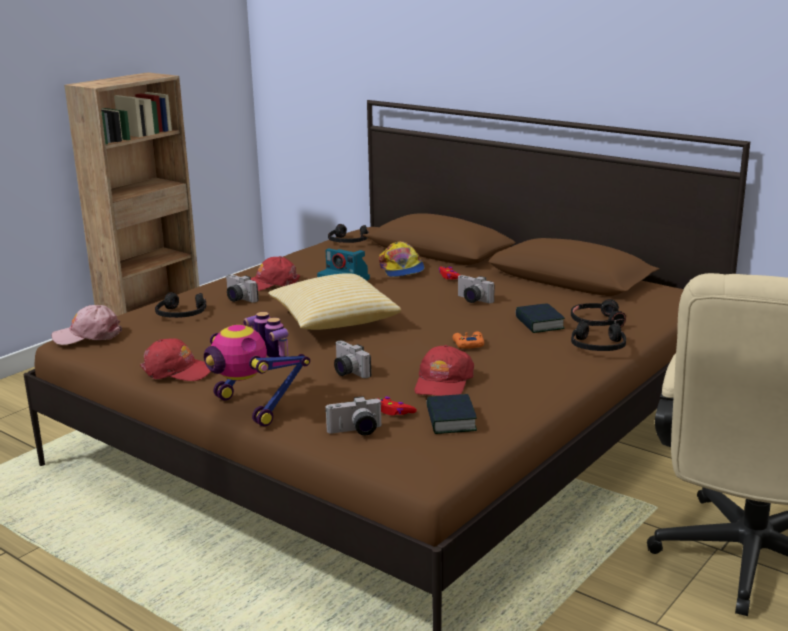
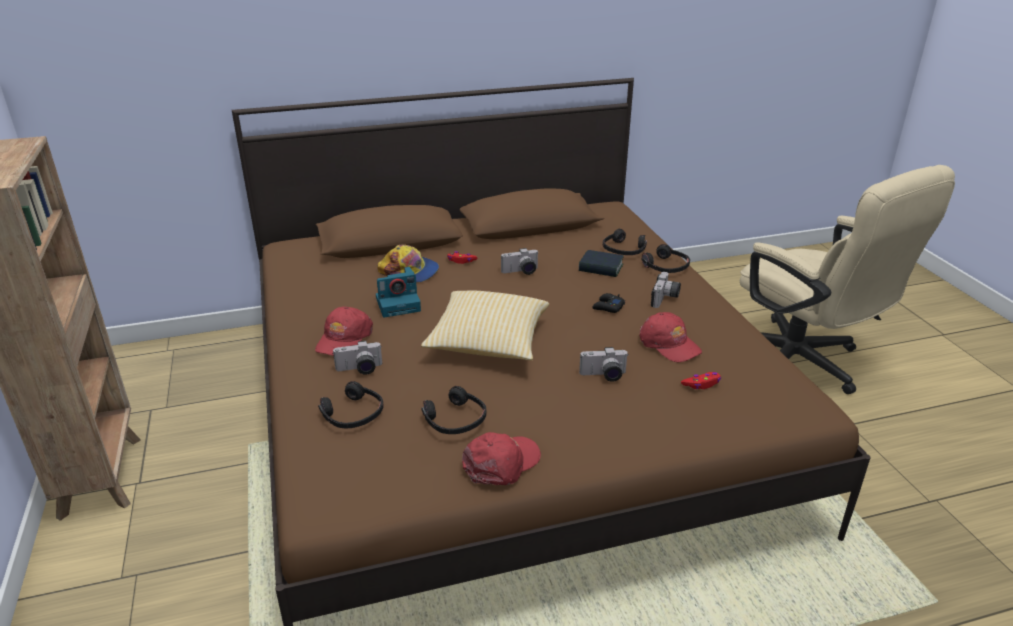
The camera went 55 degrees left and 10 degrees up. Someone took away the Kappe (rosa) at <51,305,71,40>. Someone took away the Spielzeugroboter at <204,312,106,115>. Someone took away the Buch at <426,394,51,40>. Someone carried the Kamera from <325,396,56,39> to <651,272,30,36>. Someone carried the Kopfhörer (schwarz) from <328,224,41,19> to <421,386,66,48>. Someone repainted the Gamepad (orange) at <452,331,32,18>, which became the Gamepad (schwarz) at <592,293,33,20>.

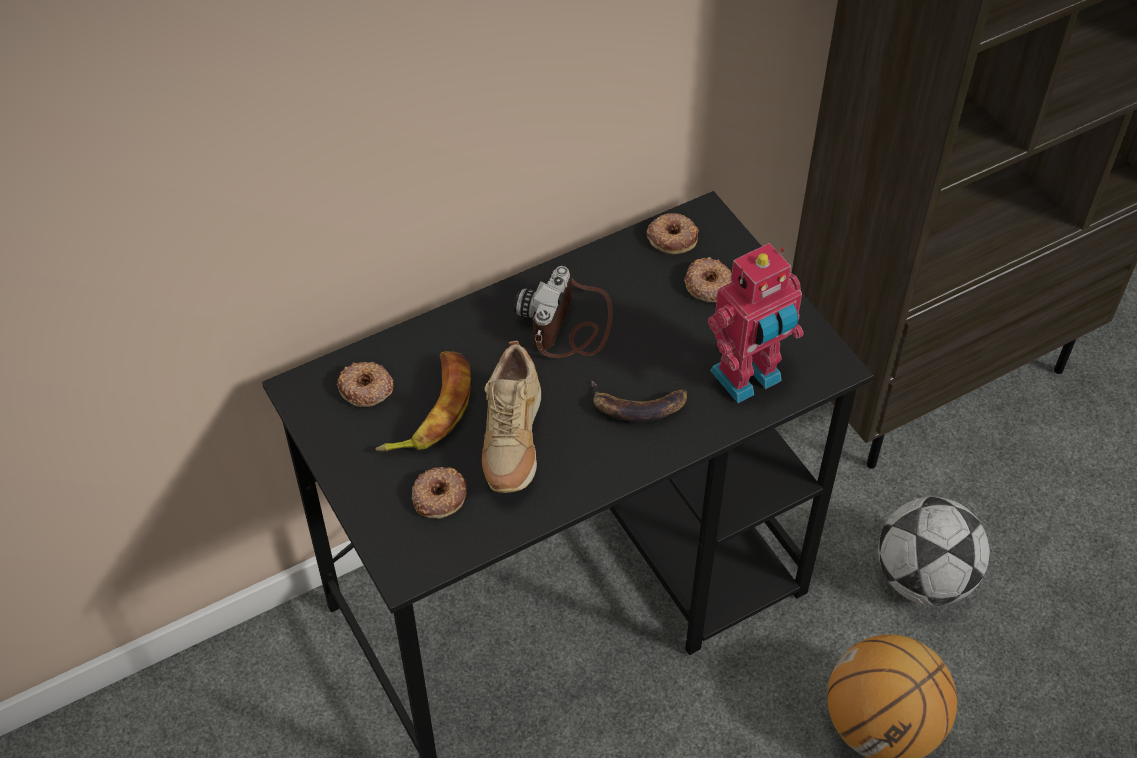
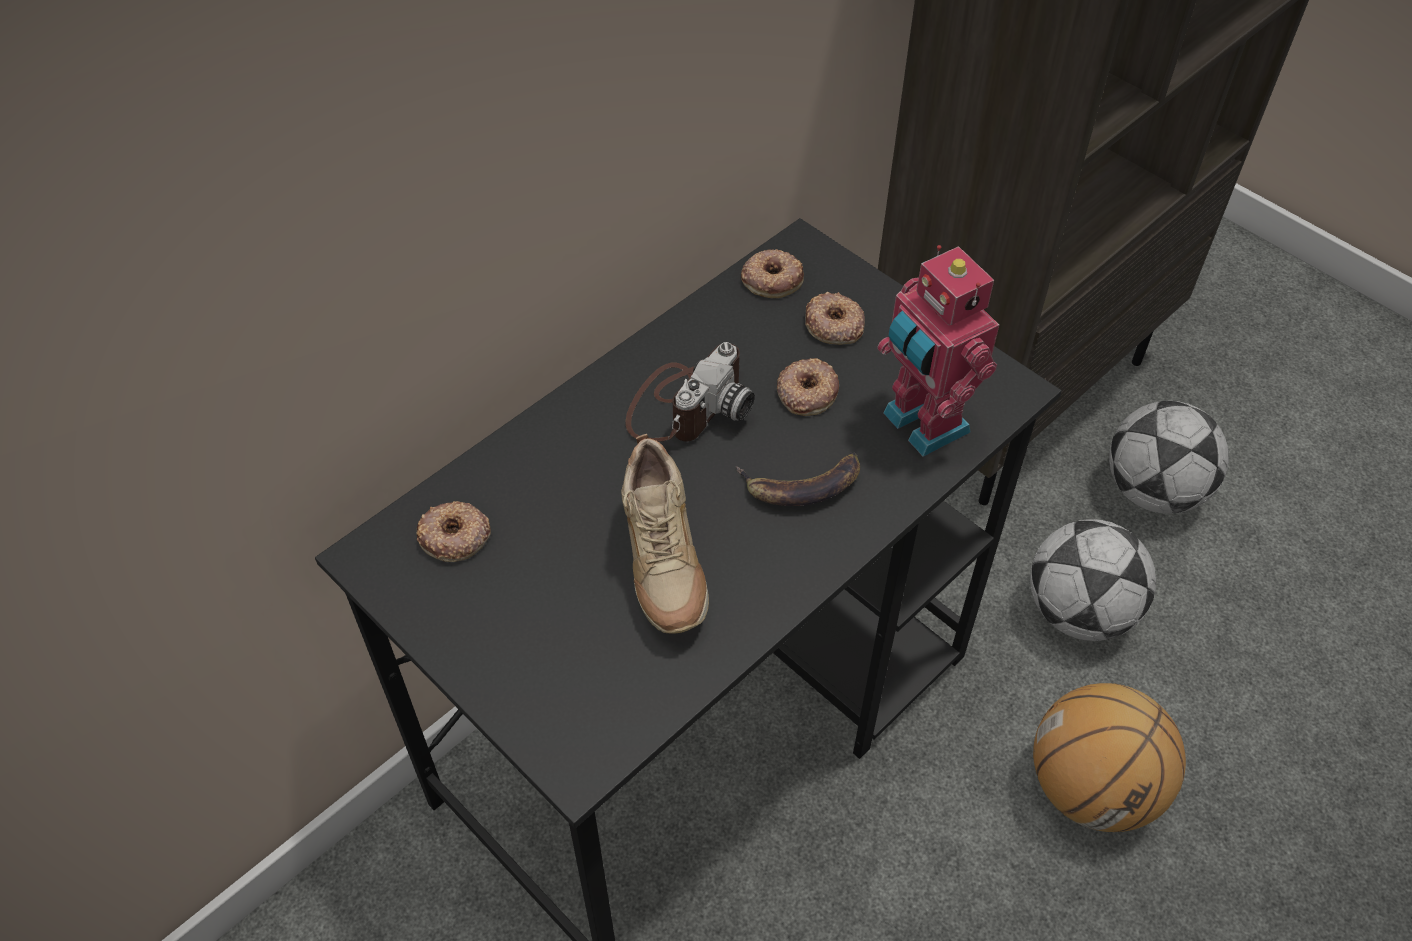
The camera went 15 degrees left and 0 degrees up. Someone took away the Banane at <375,351,96,100>. Someone put down the Fußball at <1109,401,120,113>. Someone carried the Donut from <412,467,55,52> to <777,358,62,58>. Someone rotated the Kamera at <514,266,99,92> by 150 degrees counterclockwise. Someone rotated the Spielzeugroboter at <708,243,95,160> by 105 degrees clockwise.

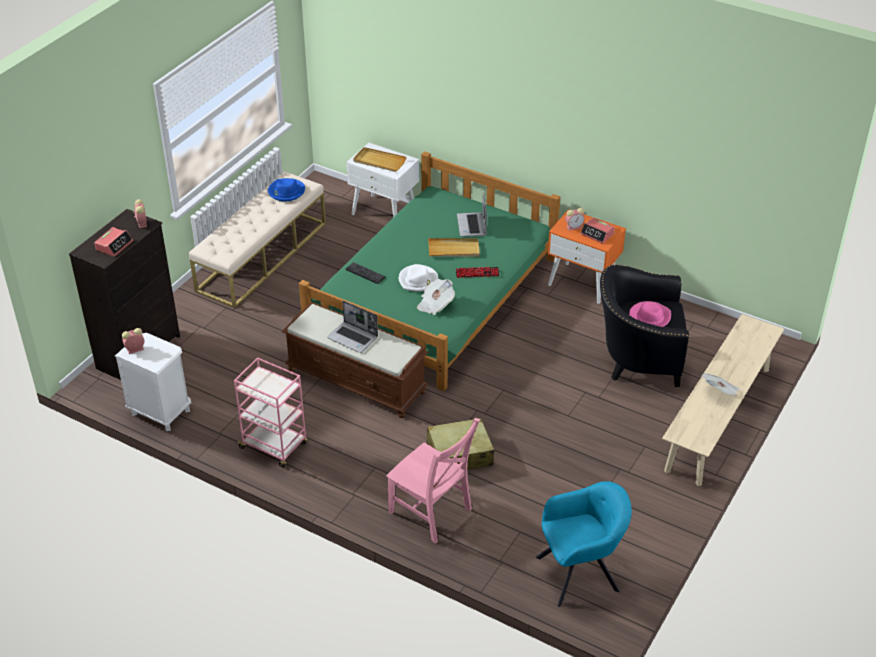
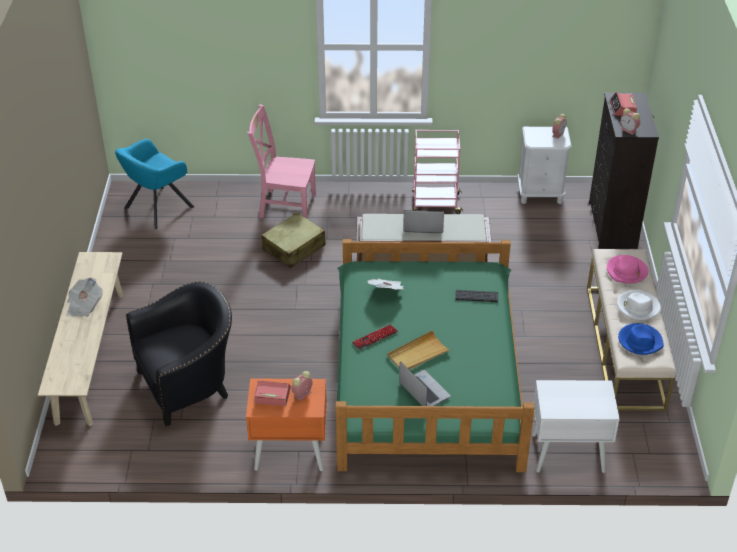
The camera went 150 degrees right and 0 degrees up. Someone took away the Tablett (beige) at <353,147,53,25>. Someone carried the Hut (weiß) from <399,264,39,28> to <617,289,44,31>. Someone carried the Hut (rosa) from <629,301,42,26> to <607,255,41,29>.

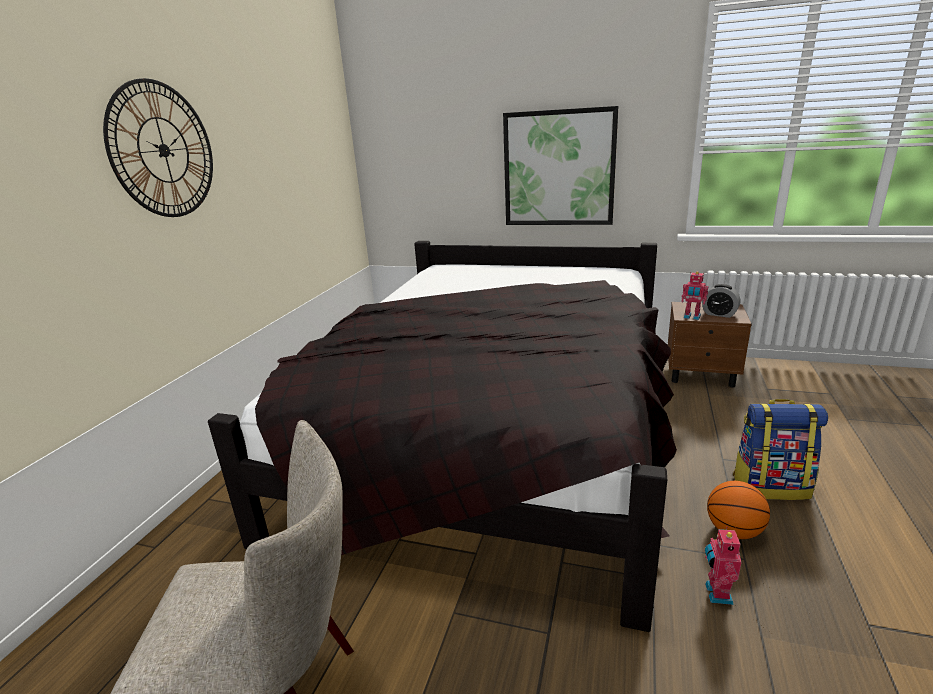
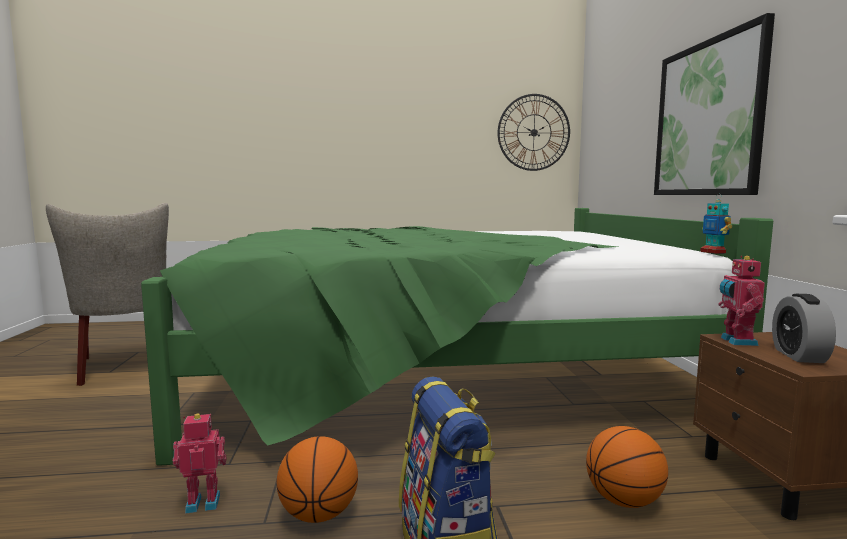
The camera went 65 degrees right and 15 degrees down. Someone put down the Basketball at <586,426,82,82>. Someone put down the Spielzeugroboter at <700,194,32,60>. Someone carried the Wanduhr from <103,78,110,139> to <498,94,72,77>. Someone repainted the Bett (schwarz) at <208,241,469,391>, which became the Bett (grün) at <141,208,632,258>.

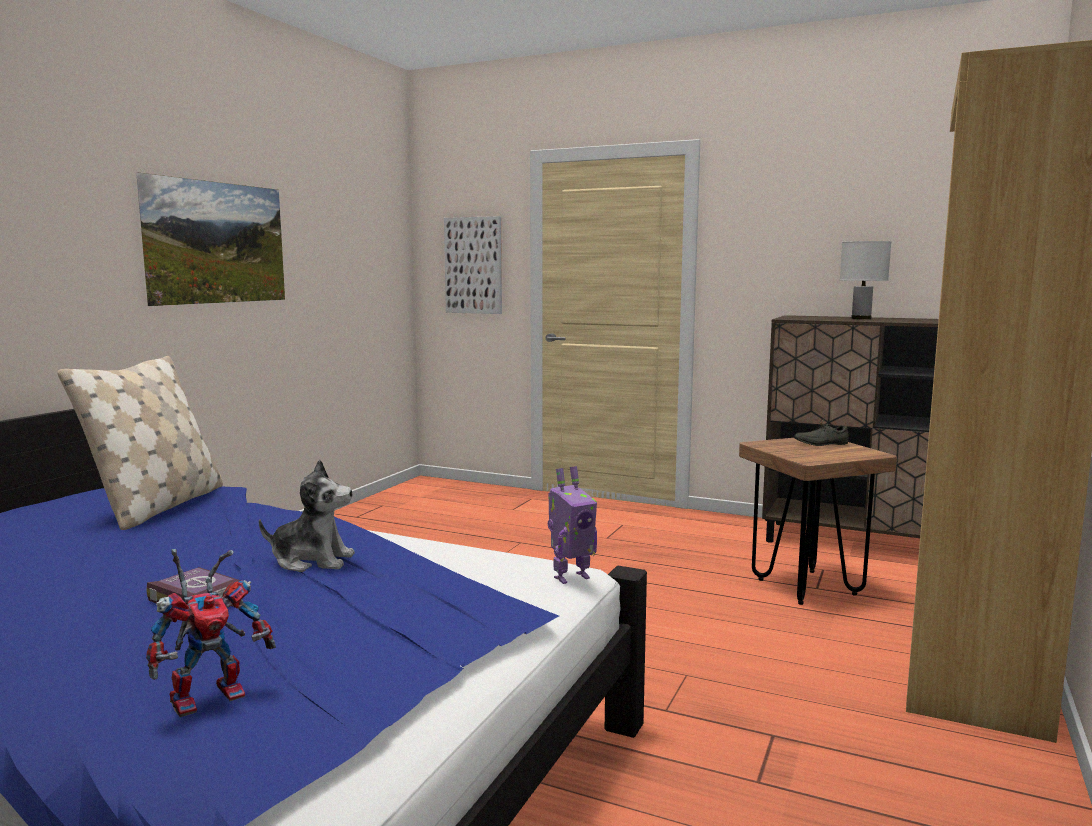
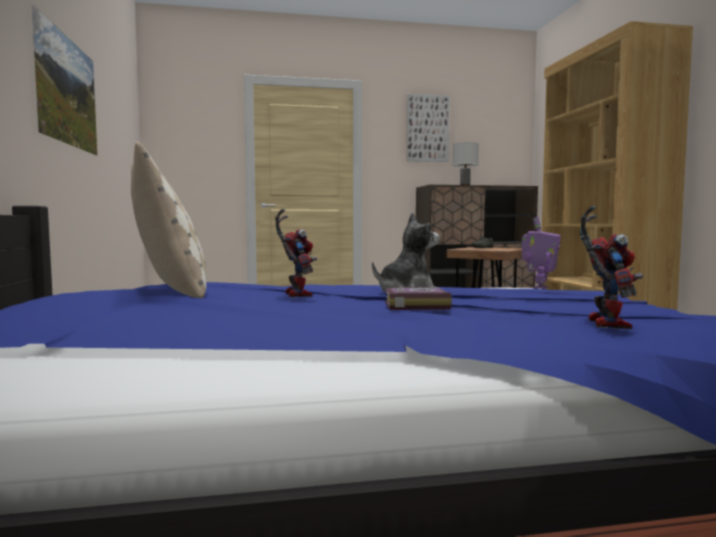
The camera went 35 degrees left and 5 degrees down. Someone put down the Spielzeugroboter at <275,209,42,88>. Someone carried the Bild from <444,216,58,98> to <406,94,44,68>.

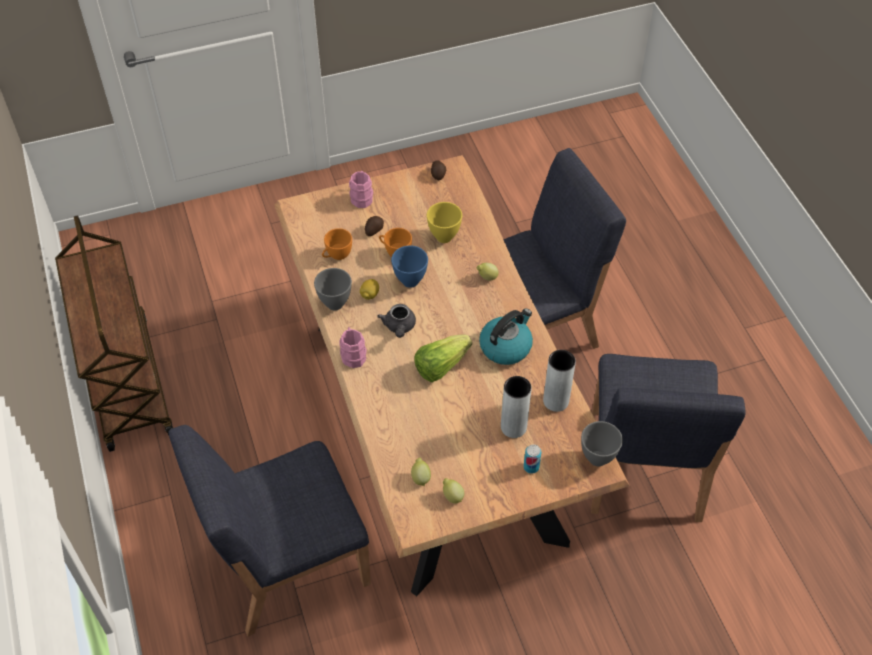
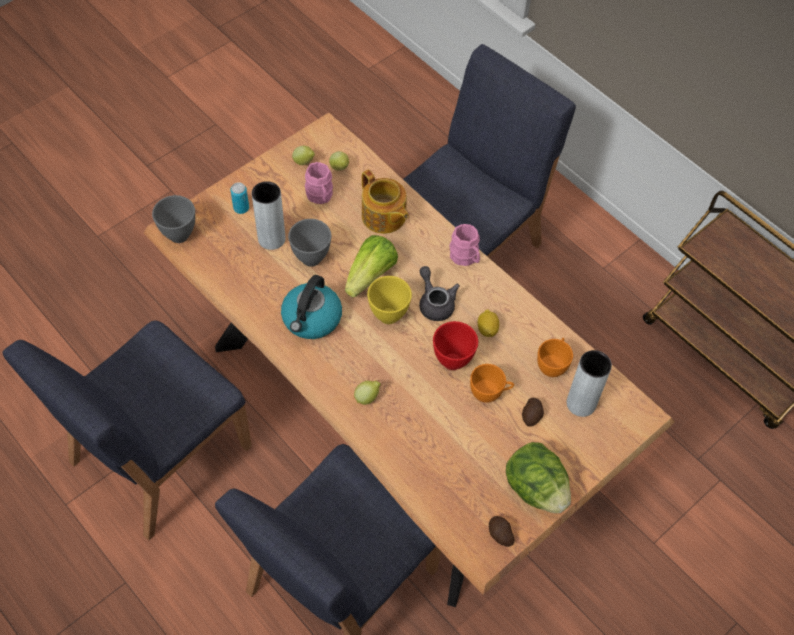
The camera went 155 degrees right and 5 degrees up. Someone put down the Teekanne at <362,170,47,64>. Someone put down the Salatkopf at <506,442,65,71>. Someone carried the Schüssel (grau) from <314,268,38,42> to <288,219,43,48>. Someone carried the Henkelbecher (rosa) from <349,171,24,37> to <305,162,28,42>. Someone carried the Schüssel (gelb) from <427,202,35,41> to <367,276,45,48>. Someone carried the Vase (grau) from <543,350,33,62> to <567,350,45,67>. Someone repainted the Schüssel (blau) at <391,245,37,43>, which became the Schüssel (rot) at <433,321,45,49>. Someone rotated the Stuhl (blau) at <591,354,155,168> by 120 degrees counterclockwise.

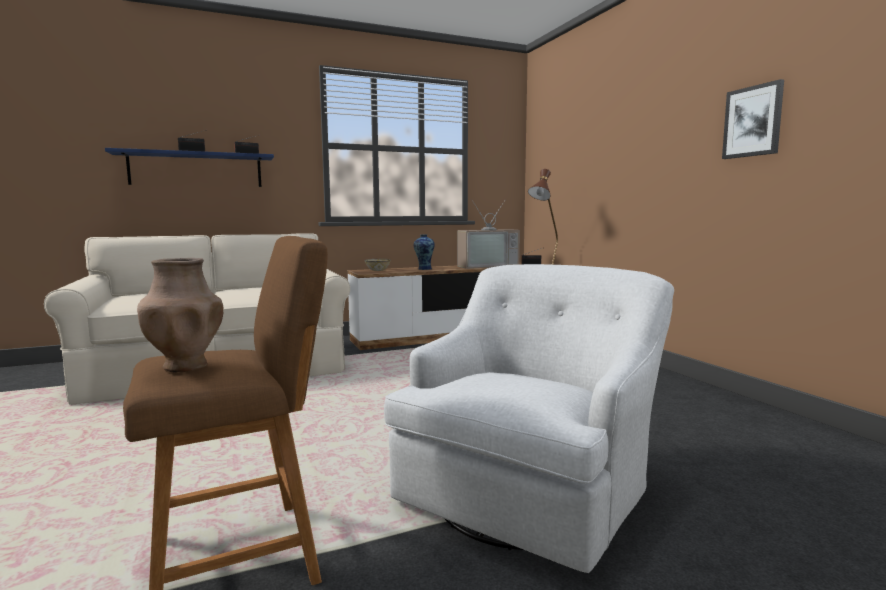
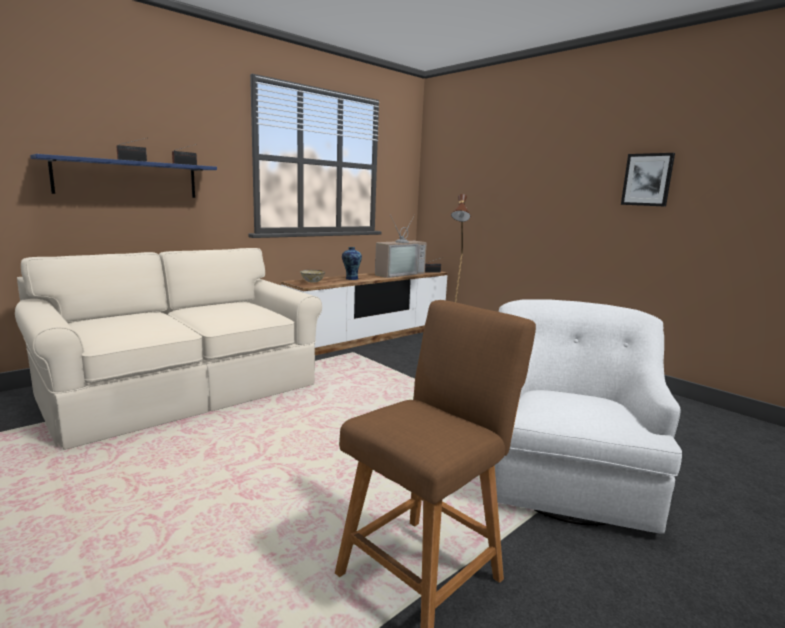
The camera went 20 degrees left and 5 degrees up. Someone took away the Vase (braun) at <137,258,87,114>.

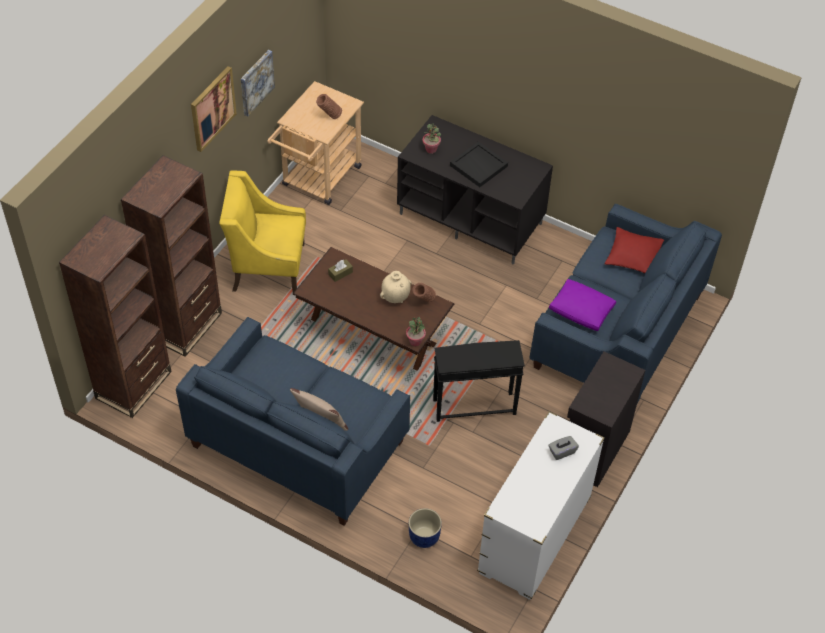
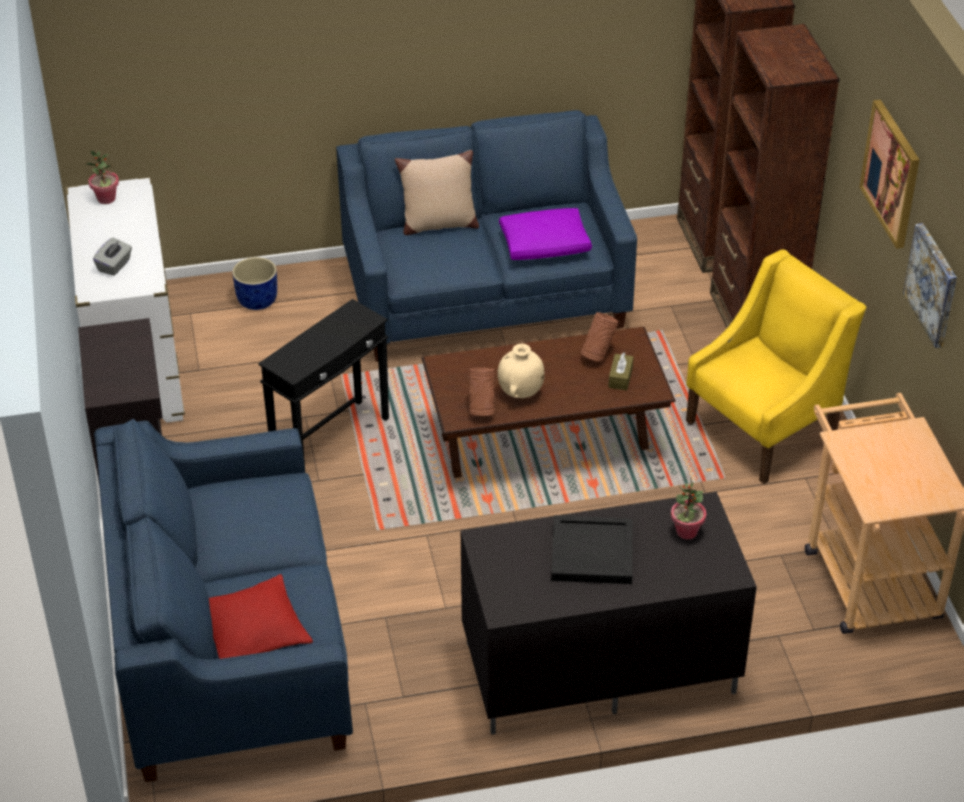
The camera went 140 degrees right and 10 degrees down. Someone carried the Vase (braun) from <316,94,26,25> to <581,312,37,50>. Someone carried the Topfpflanze from <406,317,20,29> to <86,150,33,54>. Someone carried the Kissen (lila) from <549,279,67,52> to <499,208,93,52>.

